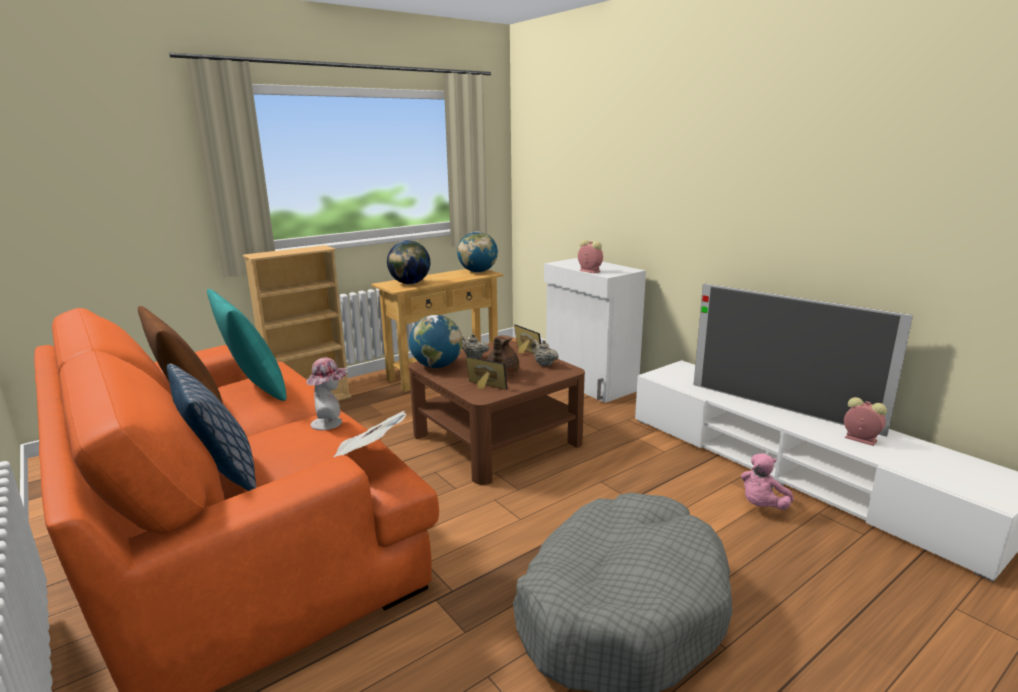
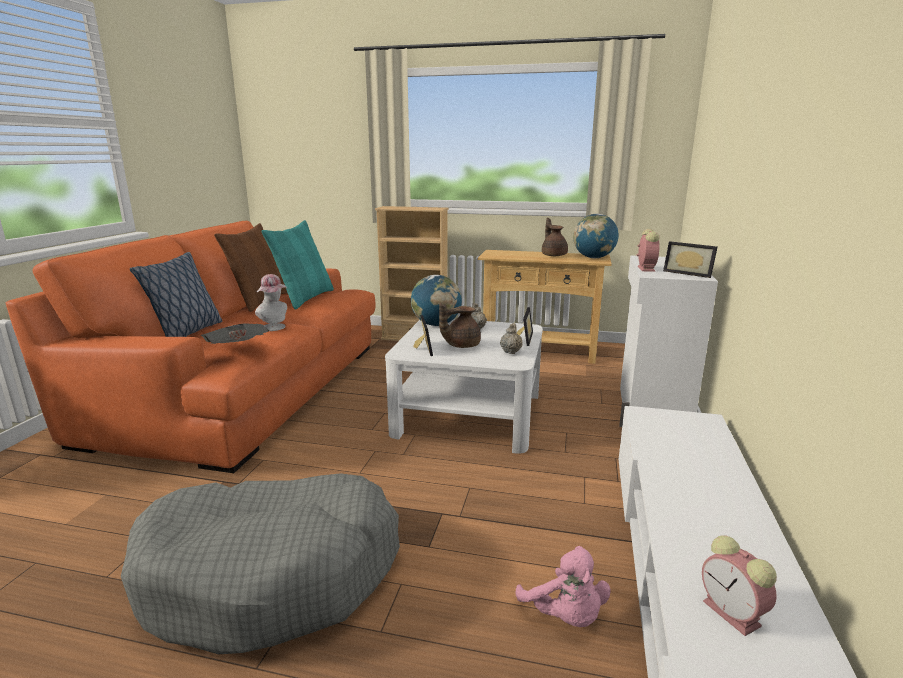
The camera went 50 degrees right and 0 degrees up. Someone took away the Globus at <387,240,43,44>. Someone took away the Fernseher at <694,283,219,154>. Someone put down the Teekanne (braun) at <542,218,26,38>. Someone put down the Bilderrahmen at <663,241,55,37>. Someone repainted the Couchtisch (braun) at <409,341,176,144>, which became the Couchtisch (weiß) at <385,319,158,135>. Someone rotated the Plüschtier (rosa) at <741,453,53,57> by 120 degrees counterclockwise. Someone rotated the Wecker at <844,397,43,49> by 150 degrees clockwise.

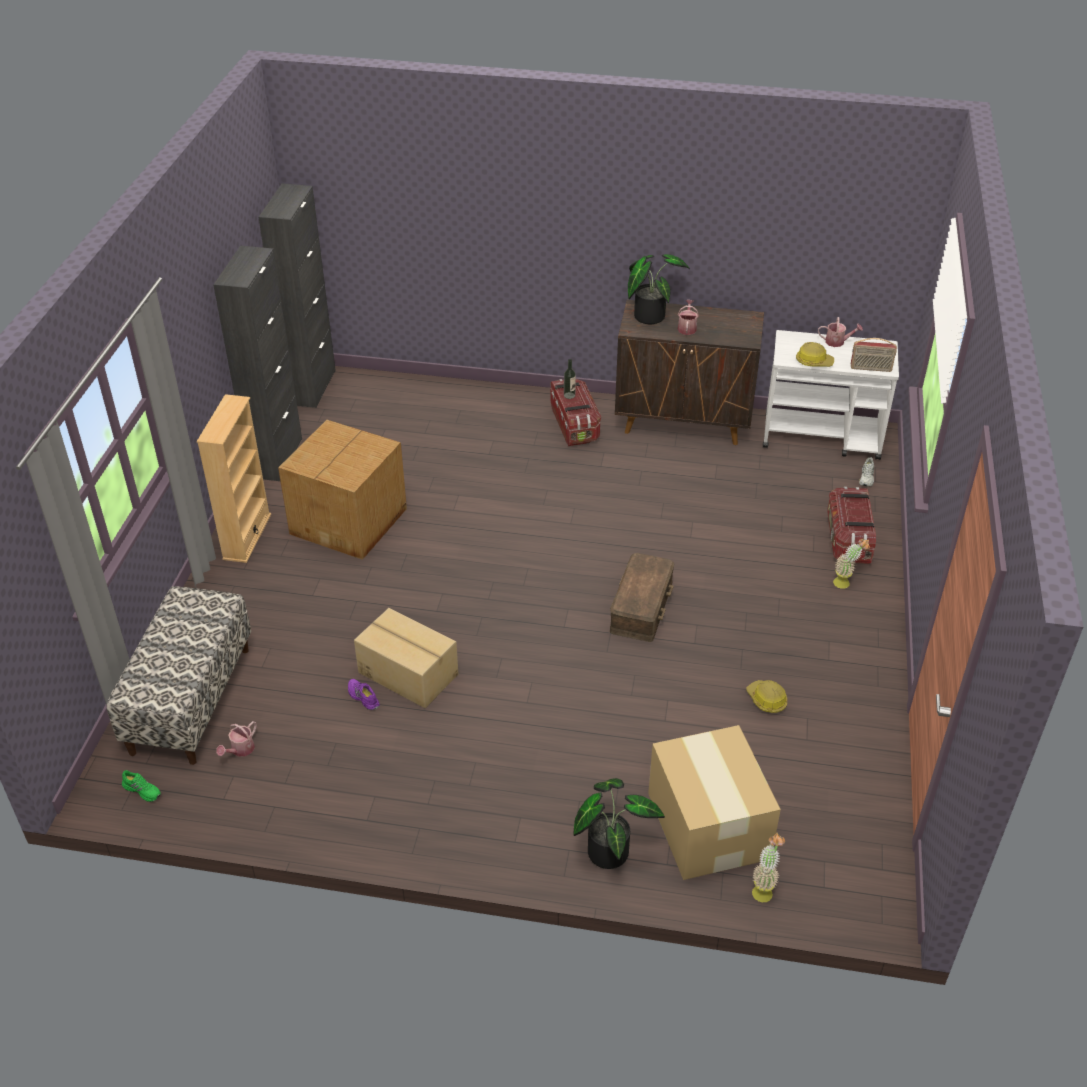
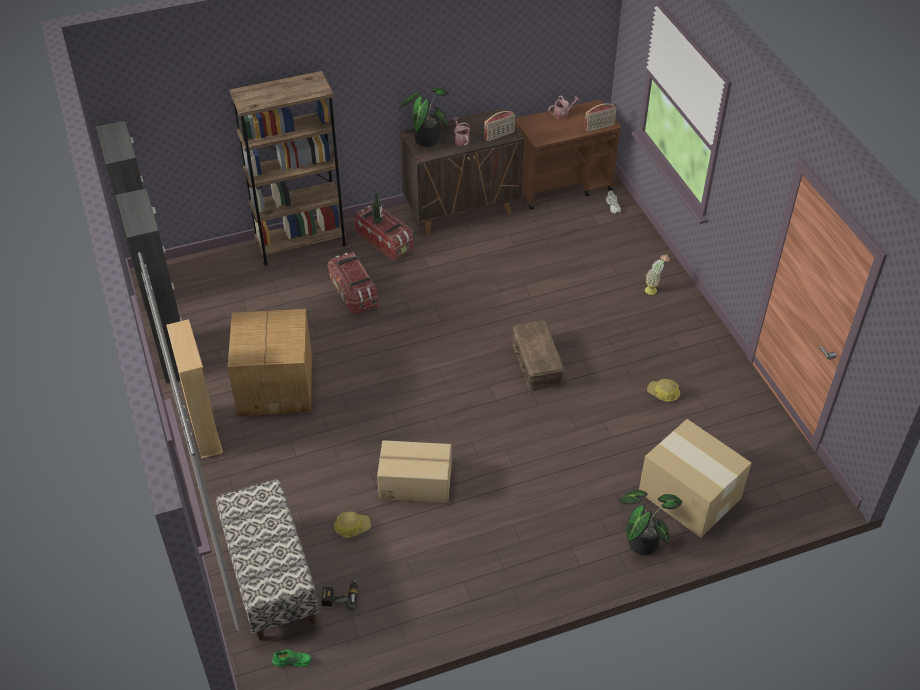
The camera went 30 degrees left and 5 degrees up. Someone took away the Schuh (lila) at <348,679,32,31>. Someone took away the Topfpflanze at <752,833,33,69>. Someone put down the Bücherregal (braun) at <230,71,117,195>. Someone put down the Radio at <484,111,31,30>. Someone carried the Schutzhelm from <796,342,38,25> to <334,512,37,26>. Someone carried the Aufbewahrungsbox from <827,487,49,77> to <327,252,51,62>. Someone swapped the Gießkanne at <216,721,41,36> for the Bohrmaschine at <321,578,37,33>. Someone repainted the Rollwagen (weiß) at <763,330,136,130>, which became the Rollwagen (braun) at <515,100,106,110>.

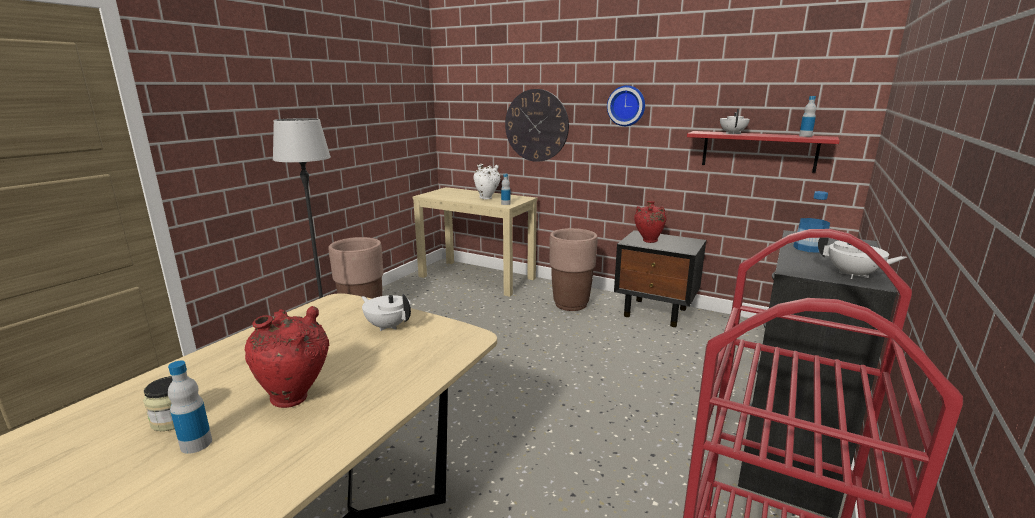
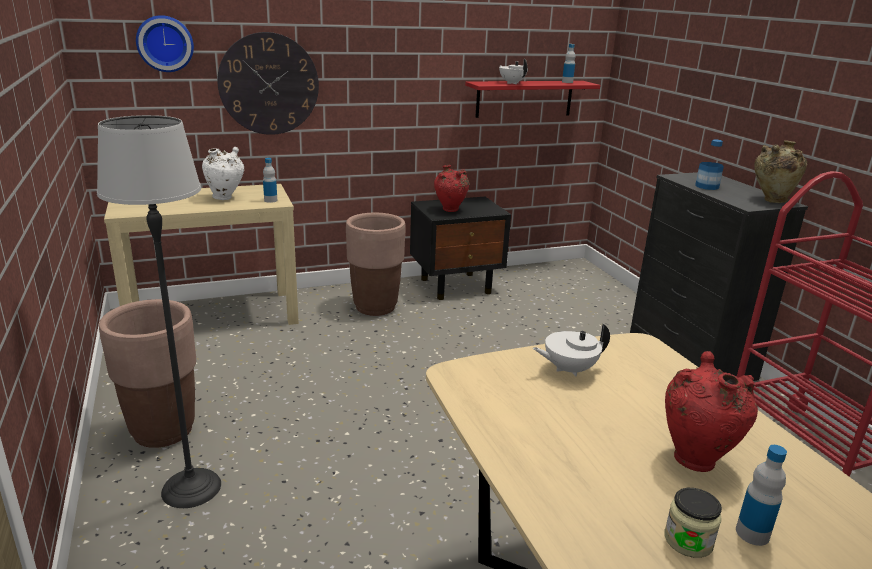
The camera went 50 degrees left and 5 degrees up. Someone carried the Wanduhr from <607,85,38,41> to <136,15,58,57>. Someone swapped the Teekanne (weiß) at <818,228,89,51> for the Vase (beige) at <754,140,53,63>.

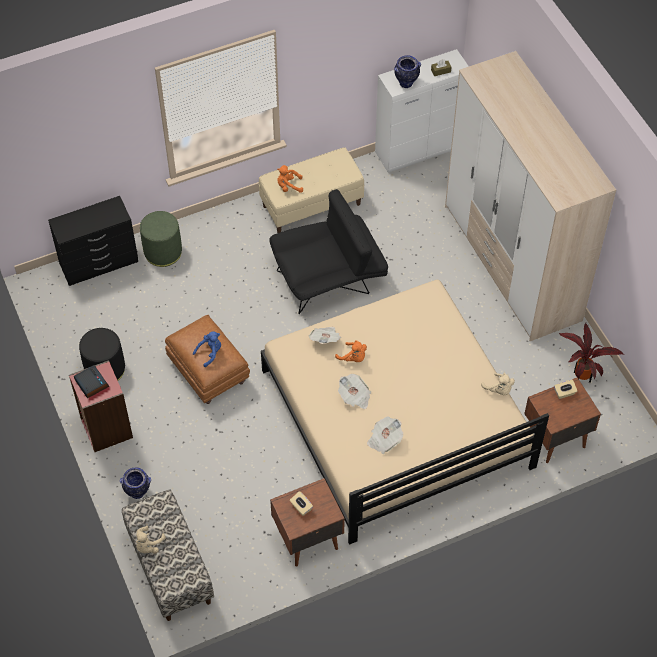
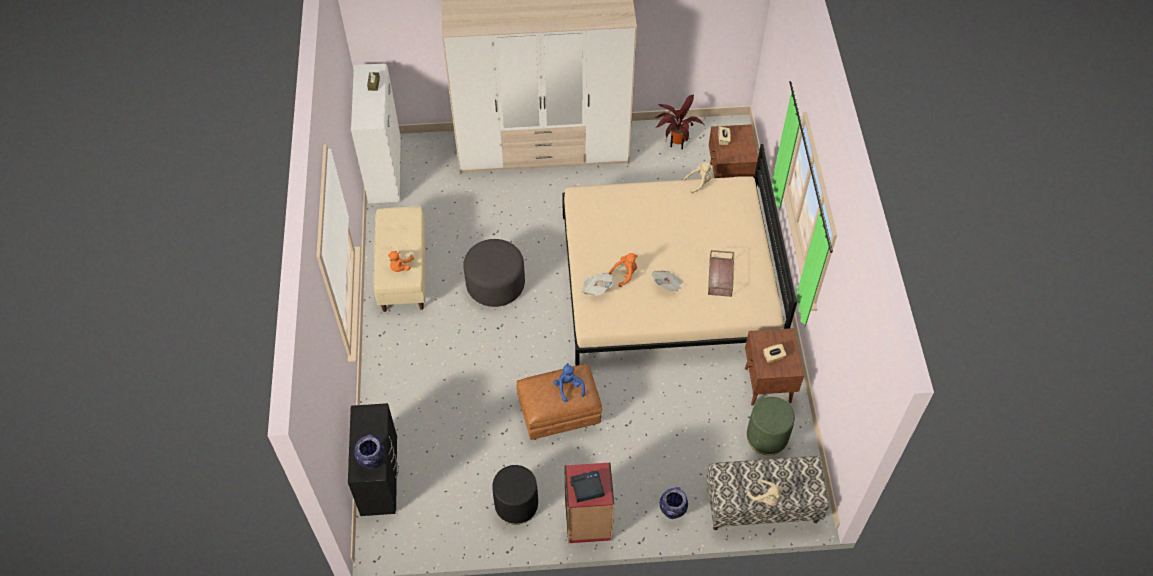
The camera went 70 degrees left and 0 degrees up. Someone carried the Polsterhocker (grün) from <140,211,42,56> to <747,397,48,58>. Someone carried the Vase from <394,55,27,33> to <354,435,31,34>. Someone swapped the Sessel (schwarz) at <269,189,119,125> for the Polsterhocker (grau) at <463,239,62,68>. Someone swapped the Zeitung at <367,416,36,38> for the Tablett (braun) at <708,250,26,47>.

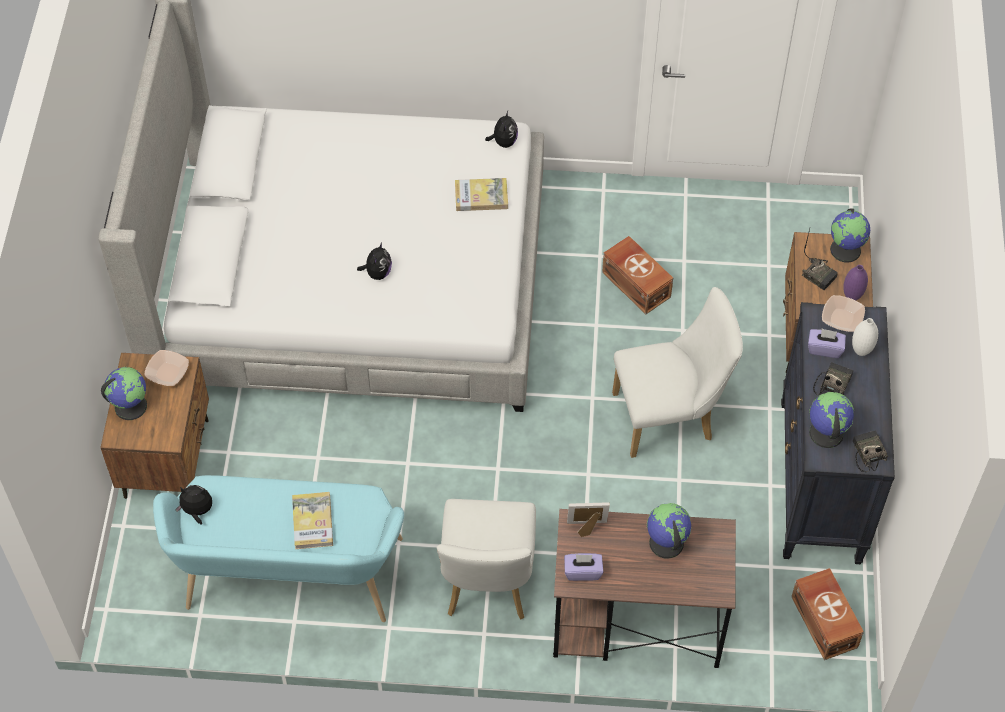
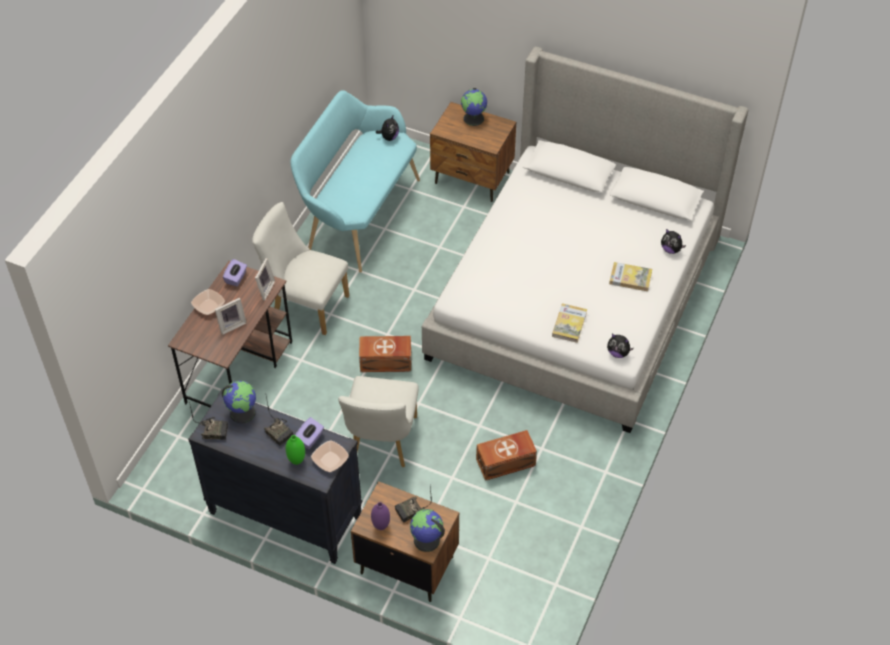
The camera went 110 degrees right and 5 degrees down. Someone carried the Schüssel from <144,350,45,36> to <191,289,34,26>. Someone carried the Buch from <292,492,41,57> to <609,262,43,29>. Someone carried the Plüschtier from <357,242,35,38> to <661,229,25,25>. Someone carried the Aufbewahrungsbox (braun) from <791,568,73,92> to <359,336,53,36>. Someone swapped the Globus at <647,503,44,56> for the Bilderrahmen at <215,298,31,37>. Someone repainted the Vase (weiß) at <852,318,26,38>, which became the Vase (grün) at <286,435,19,30>.

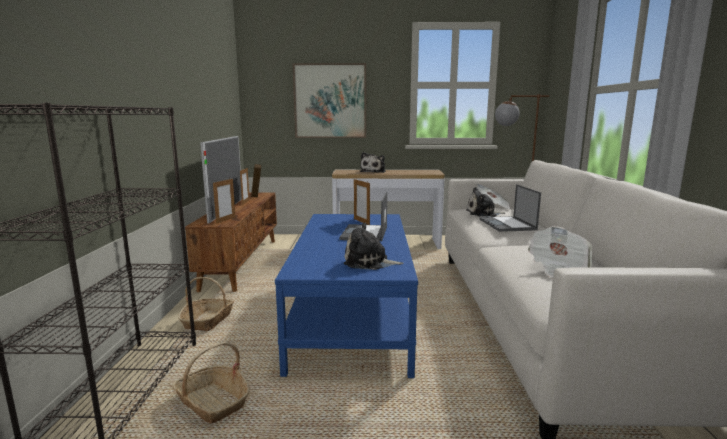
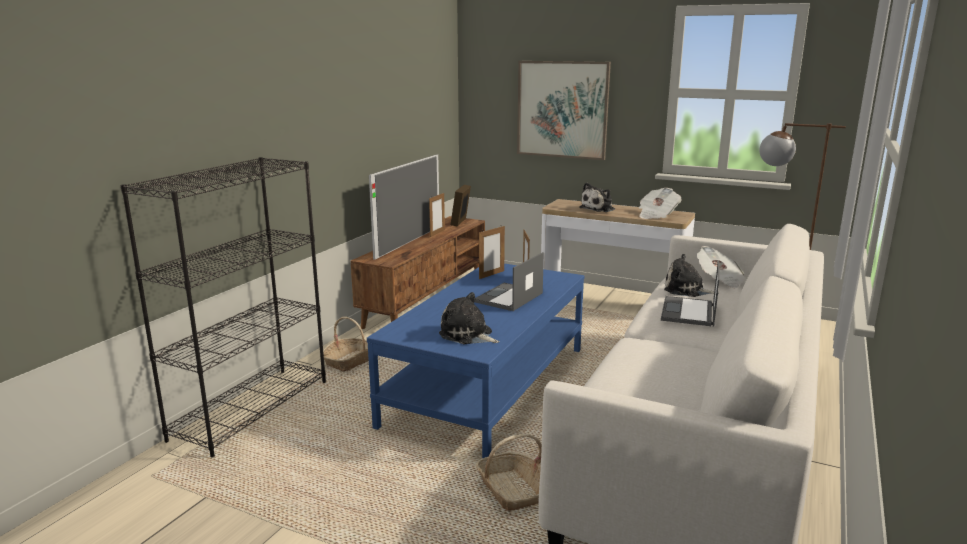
The camera went 25 degrees right and 5 degrees up. Someone carried the Korb from <172,342,78,81> to <476,434,66,77>. Someone carried the Bilderrahmen from <213,179,23,45> to <479,226,26,53>. Someone carried the Zeitung from <528,226,64,52> to <639,188,43,31>.

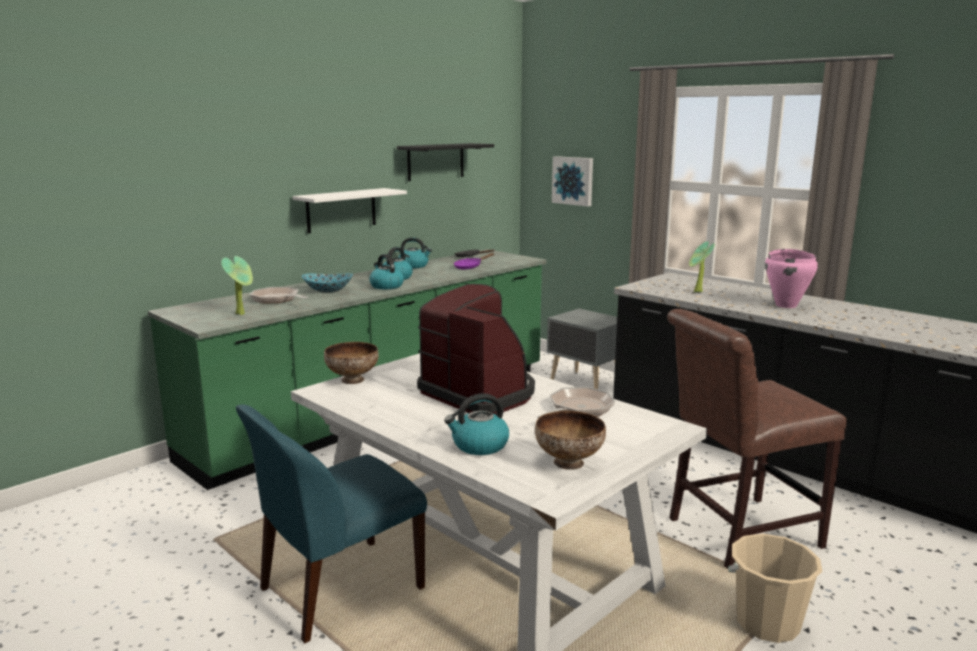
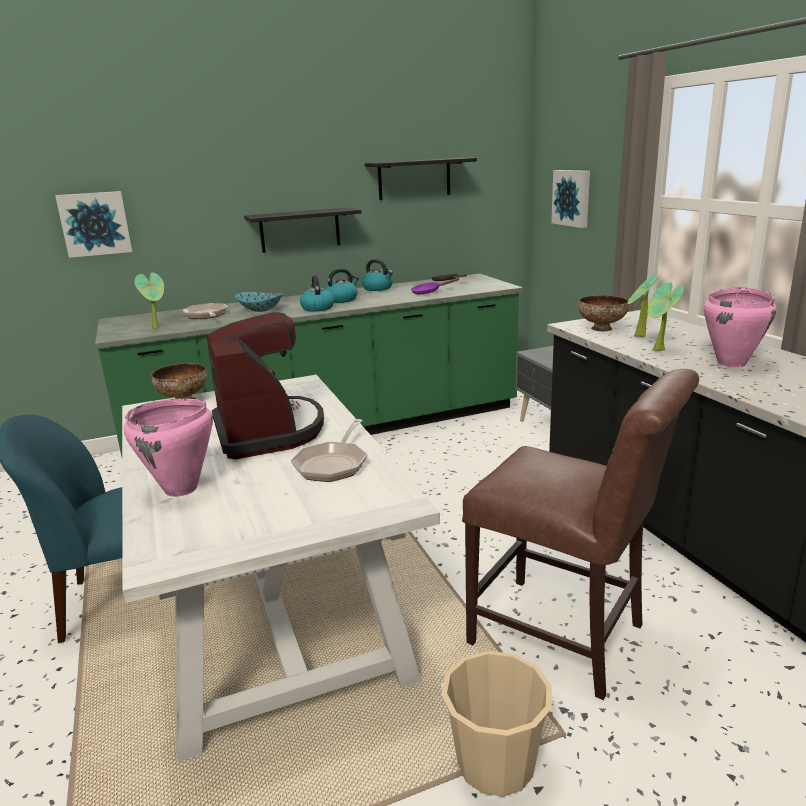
The camera went 25 degrees right and 5 degrees up. Someone put up the Bild at <55,191,77,67>. Someone put down the Topfpflanze at <648,282,36,69>. Someone carried the Schüssel from <535,411,71,59> to <578,295,51,36>. Someone swapped the Wasserkessel at <444,393,65,62> for the Kochtopf (rosa) at <124,399,89,98>. Someone repainted the Wandregal (weiß) at <292,188,115,46>, which became the Wandregal (schwarz) at <244,207,118,46>. Someone rotated the Pfanne at <538,387,77,31> by 135 degrees clockwise. Someone rotated the Stuhl (braun) at <667,309,180,260> by 150 degrees counterclockwise.

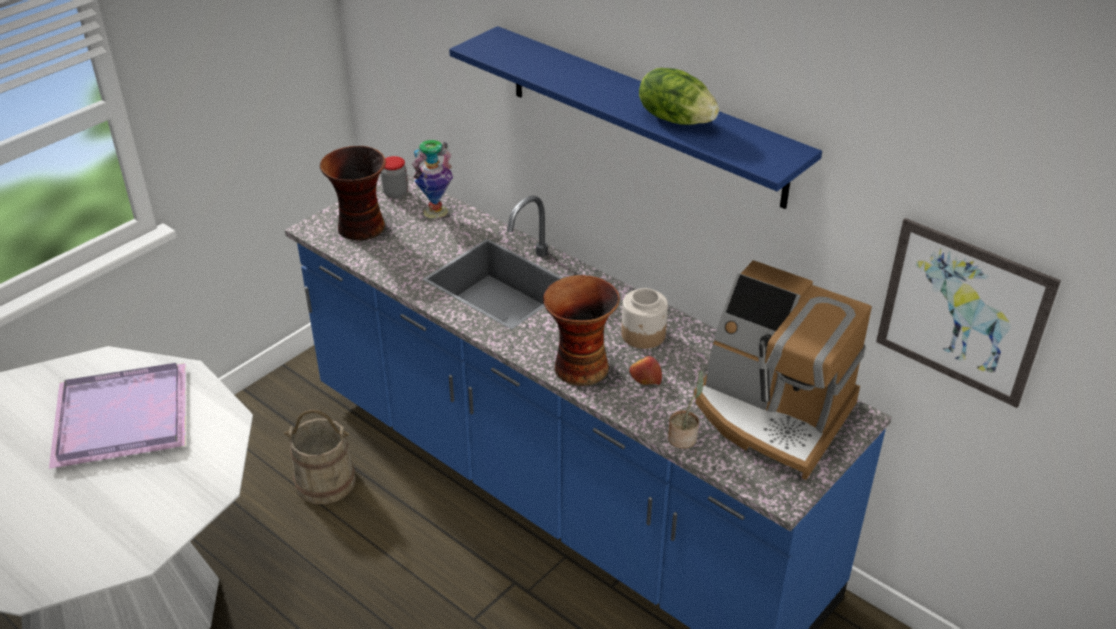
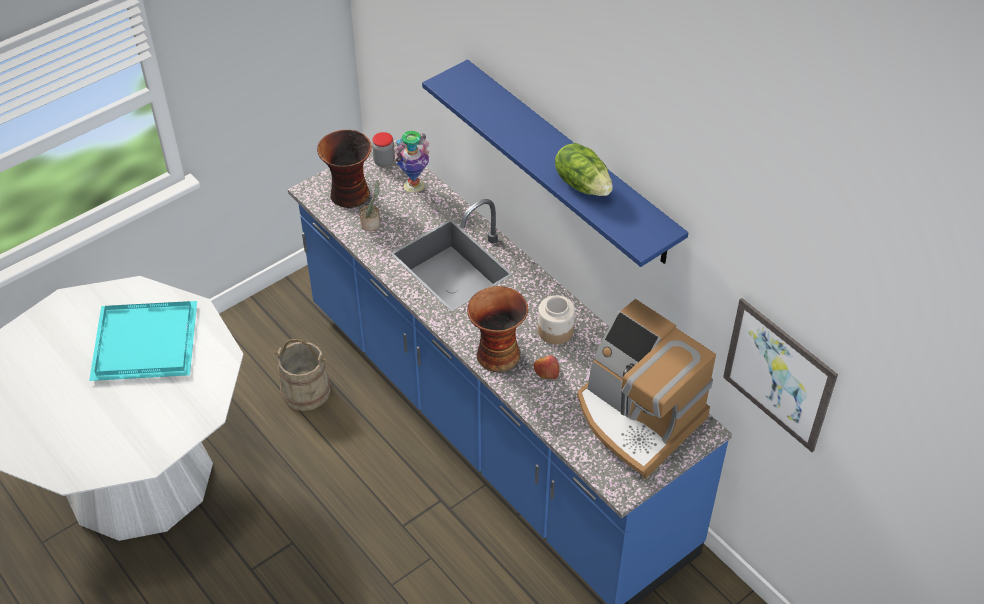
The camera went 10 degrees right and 10 degrees up. Someone carried the Topfpflanze from <668,371,36,78> to <360,180,20,51>. Someone repainted the Tablett (lila) at <49,363,137,106>, which became the Tablett (türkis) at <89,301,108,80>.

